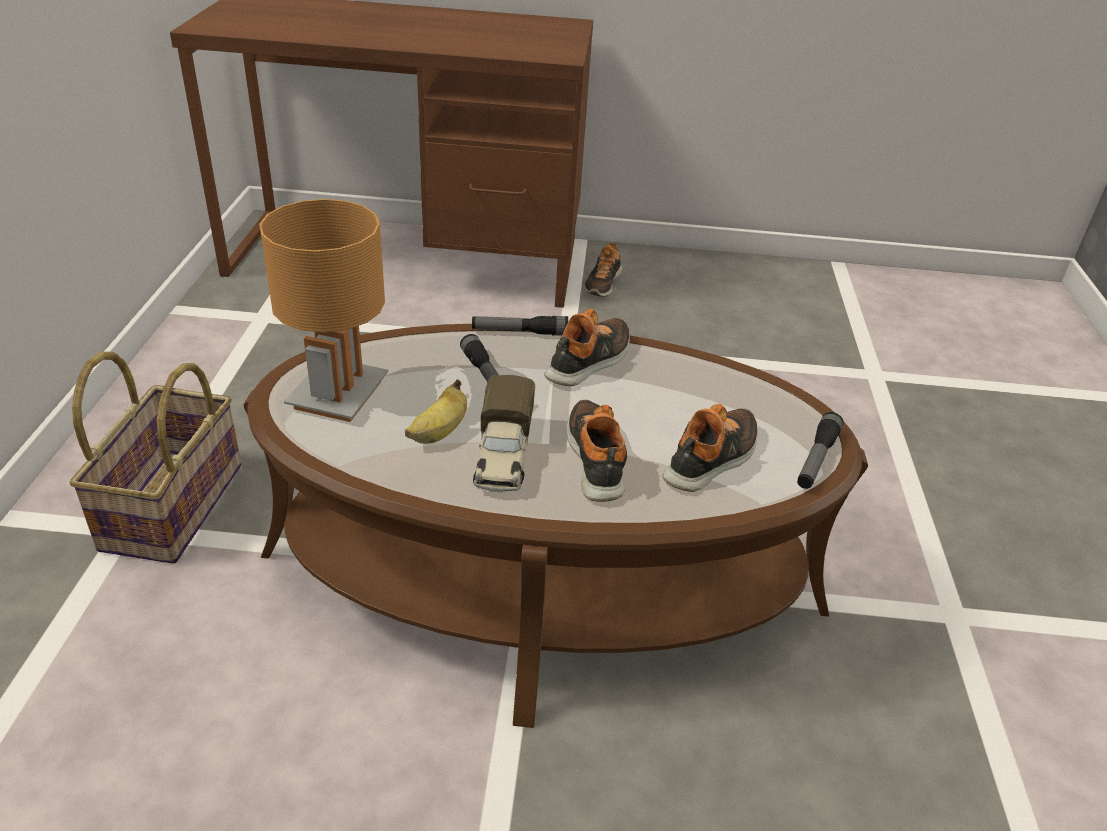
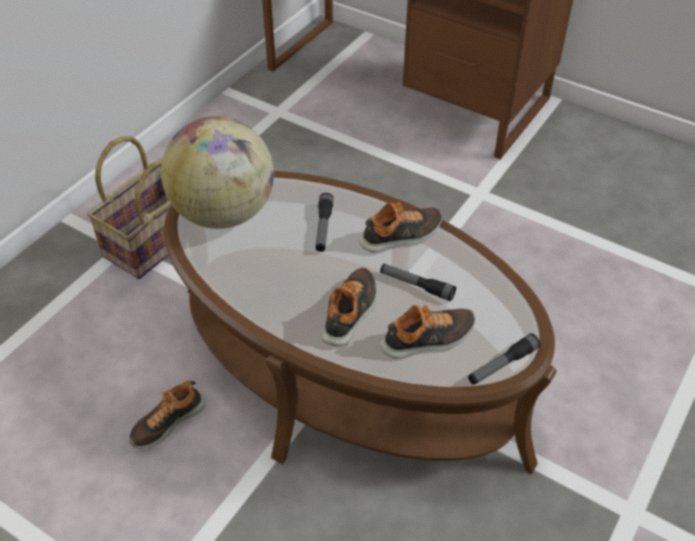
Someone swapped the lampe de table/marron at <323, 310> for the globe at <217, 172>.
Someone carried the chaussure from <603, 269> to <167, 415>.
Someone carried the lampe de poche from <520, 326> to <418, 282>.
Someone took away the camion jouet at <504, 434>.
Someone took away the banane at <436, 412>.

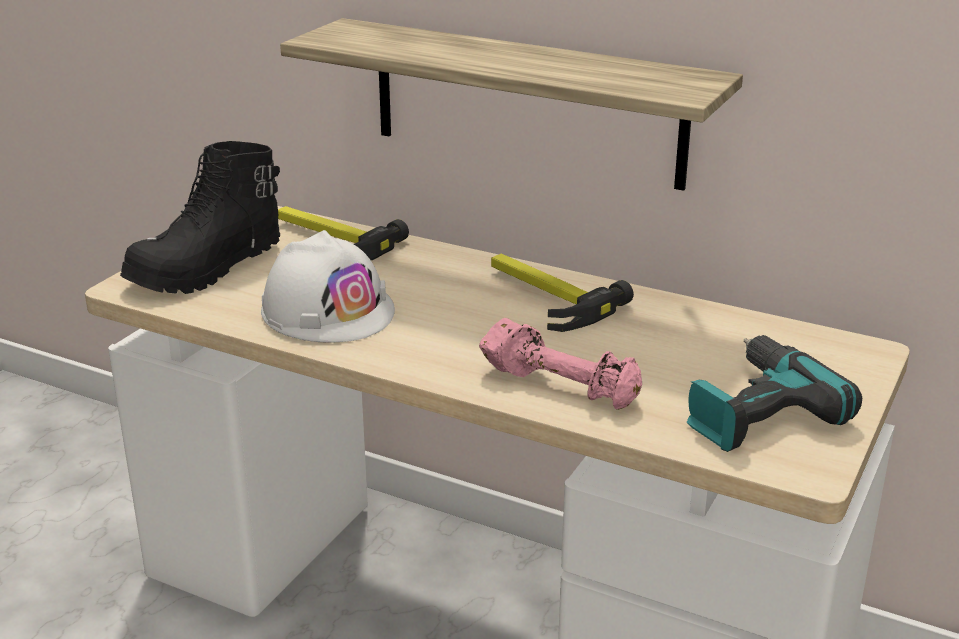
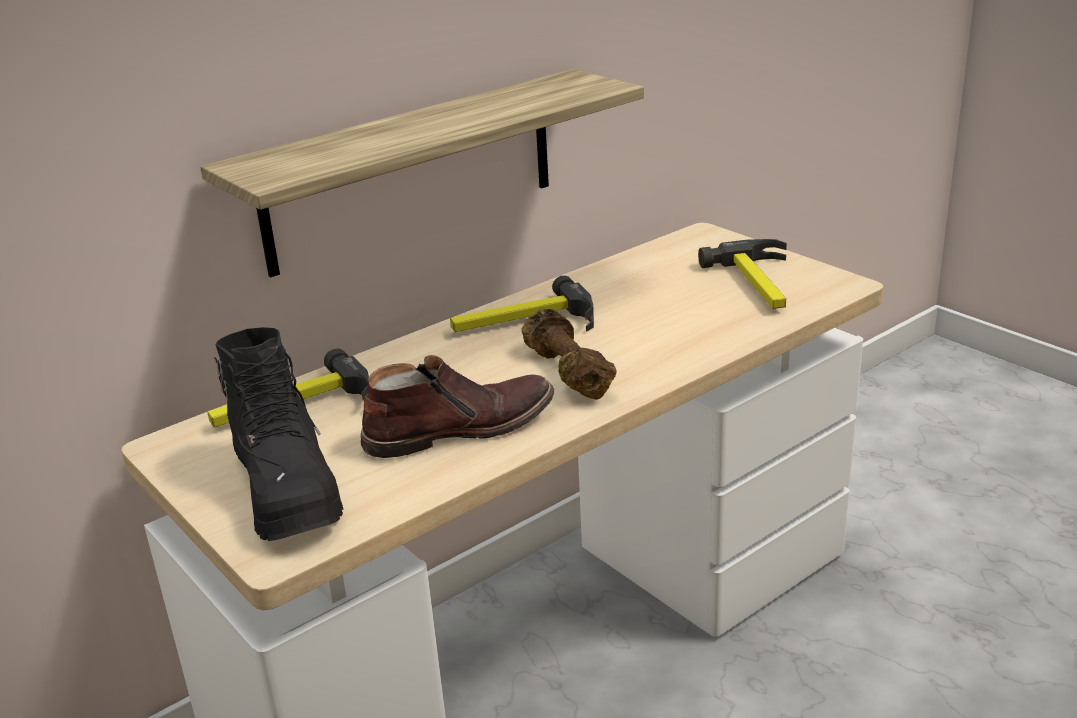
Someone swapped the casque de chantier/blanc at <328, 286> for the botte/marron at <457, 406>.
Someone took away the haltère/rose at <560, 364>.
Someone swapped the perceuse at <774, 393> for the marteau at <742, 274>.
Someone put down the haltère/marron at <569, 354>.

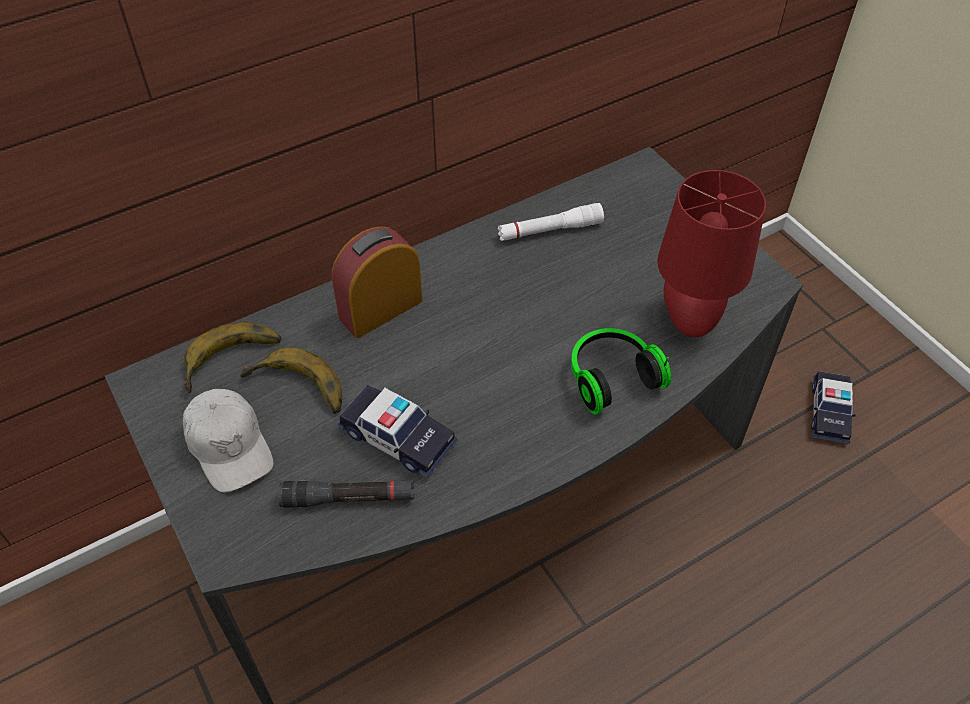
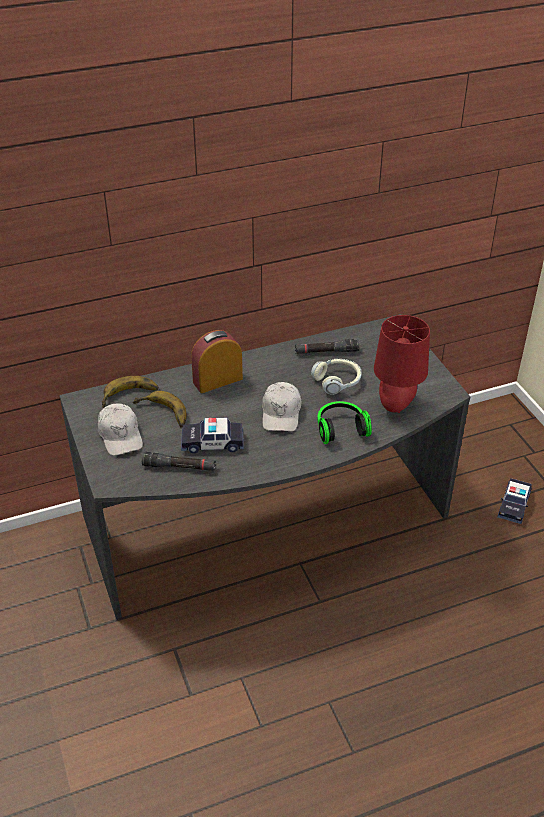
Someone repainted the lampe de poche/blanc at <551, 222>, which became the lampe de poche/noir at <327, 346>.
Someone rotated the petite voiture at <397, 431> by 135 degrees clockwise.
Someone put down the casque audio at <336, 376>.
Someone put down the casquette/blanc at <281, 407>.

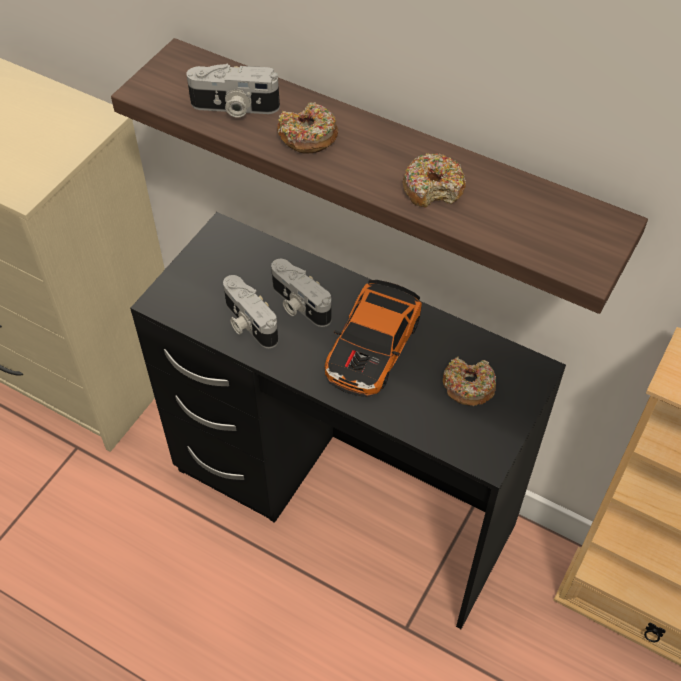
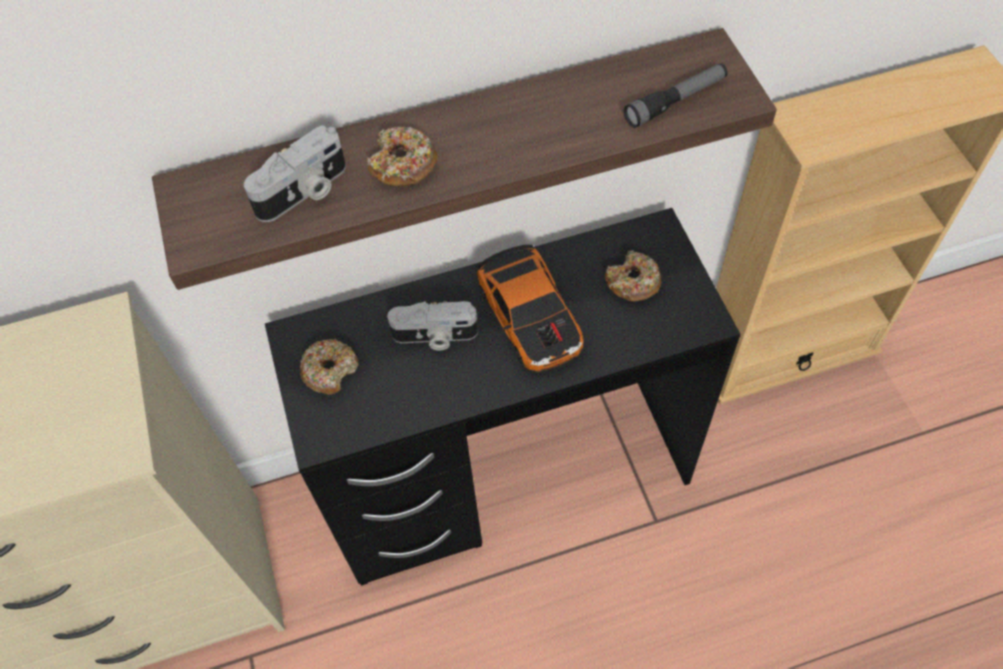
Someone carried the beignet from <434, 180> to <329, 367>.
Someone took away the appareil photo at <250, 311>.
Someone put down the lampe de poche at <676, 95>.

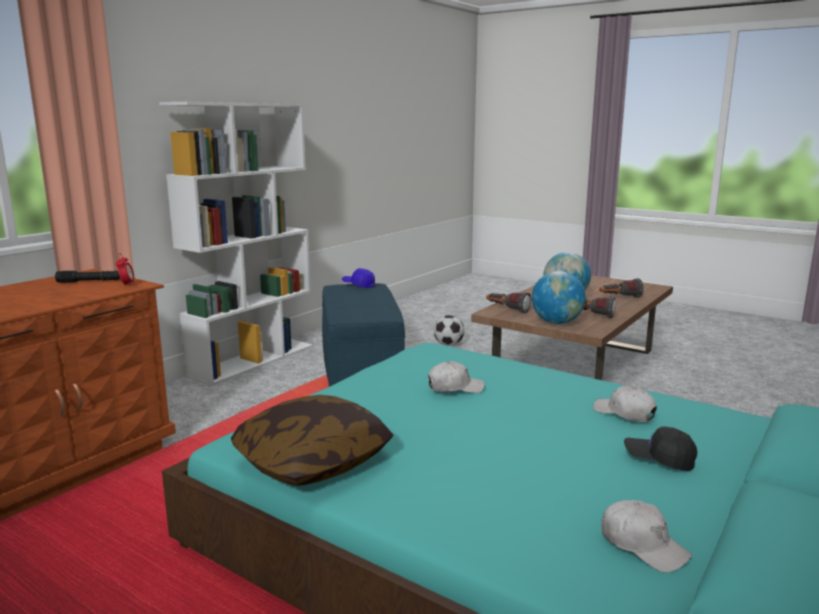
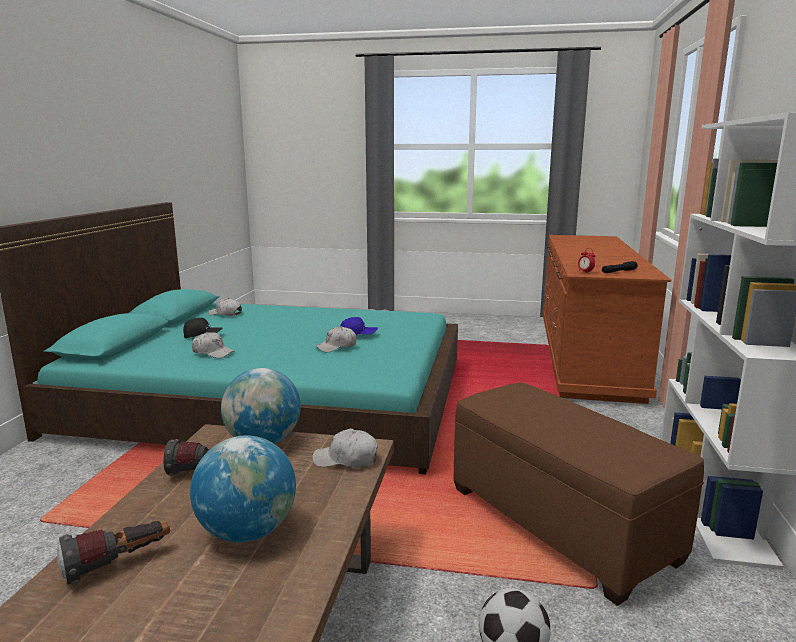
Someone carried the casquette/bleu from <358, 278> to <359, 326>.
Someone repainted the pouf/bleu at <363, 335>, which became the pouf/marron at <579, 494>.
Someone swapped the lampe de poche at <508, 302> for the casquette/blanc at <345, 448>.
Someone took away the coussin at <312, 440>.

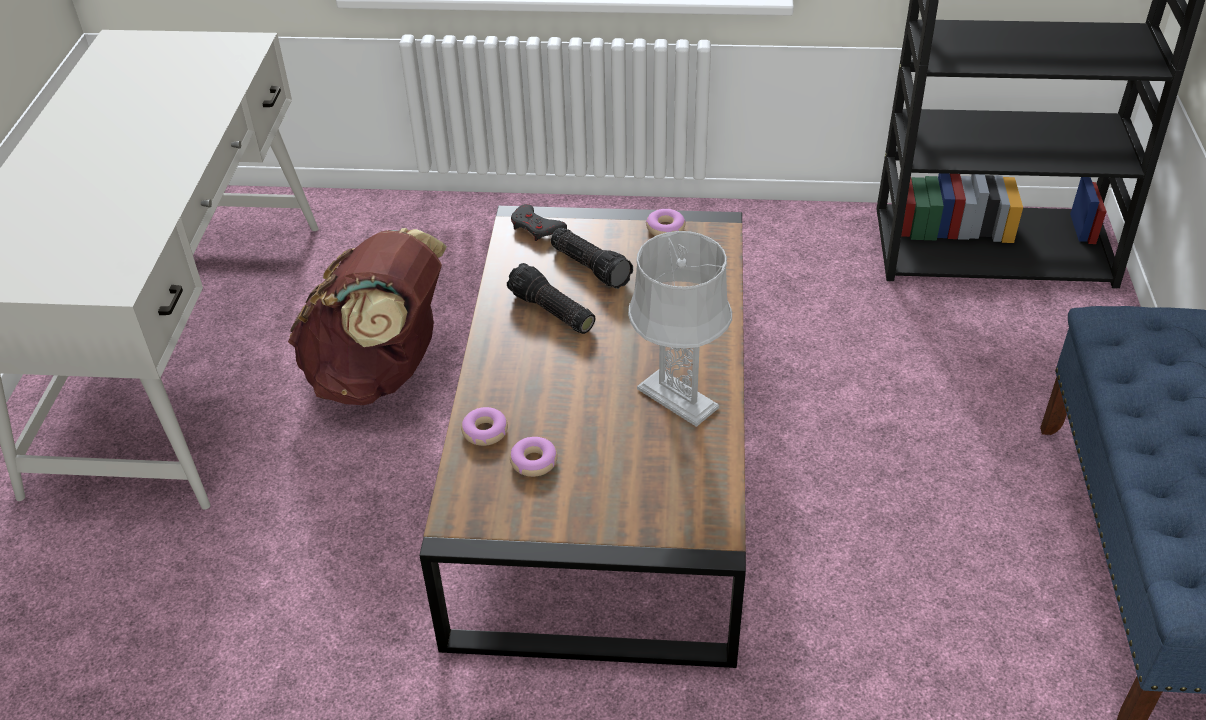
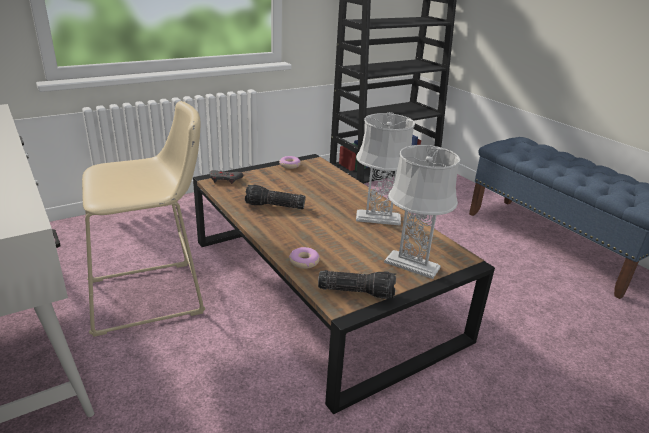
Someone swapped the sac à dos/marron at <367, 316> for the tabouret/beige at <143, 219>.
Someone carried the lampe de poche from <592, 258> to <357, 284>.
Someone took away the beignet at <534, 457>.
Someone put down the lampe de table/gris at <422, 212>.

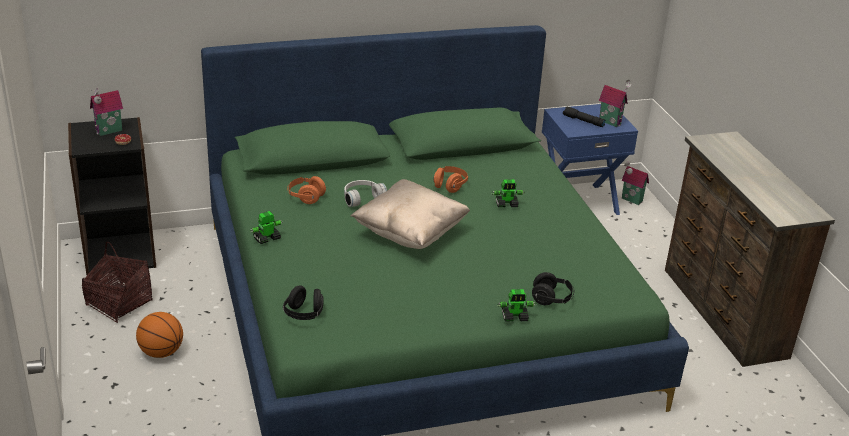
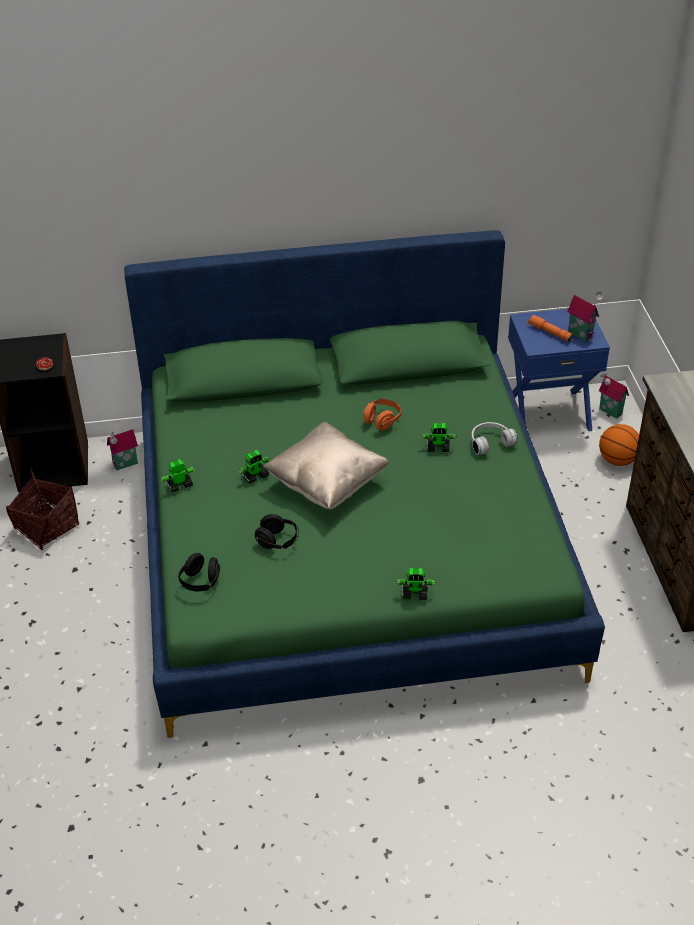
Someone carried the maison miniature from <106, 112> to <122, 449>.
Someone repainted the lampe de poche/noir at <584, 116>, which became the lampe de poche/orange at <550, 328>.
Someone took away the casque audio/orange at <307, 190>.
Someone carried the casque audio/blanc from <365, 193> to <494, 438>.
Someone carried the casque audio/noir from <553, 288> to <276, 531>.
Someone carried the ballon de basket from <159, 335> to <619, 445>.
Someone put down the robot jouet at <254, 467>.

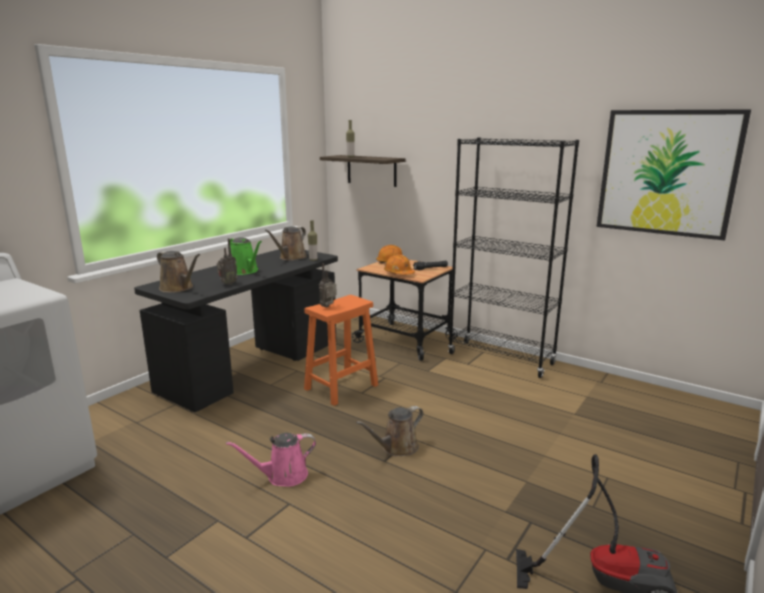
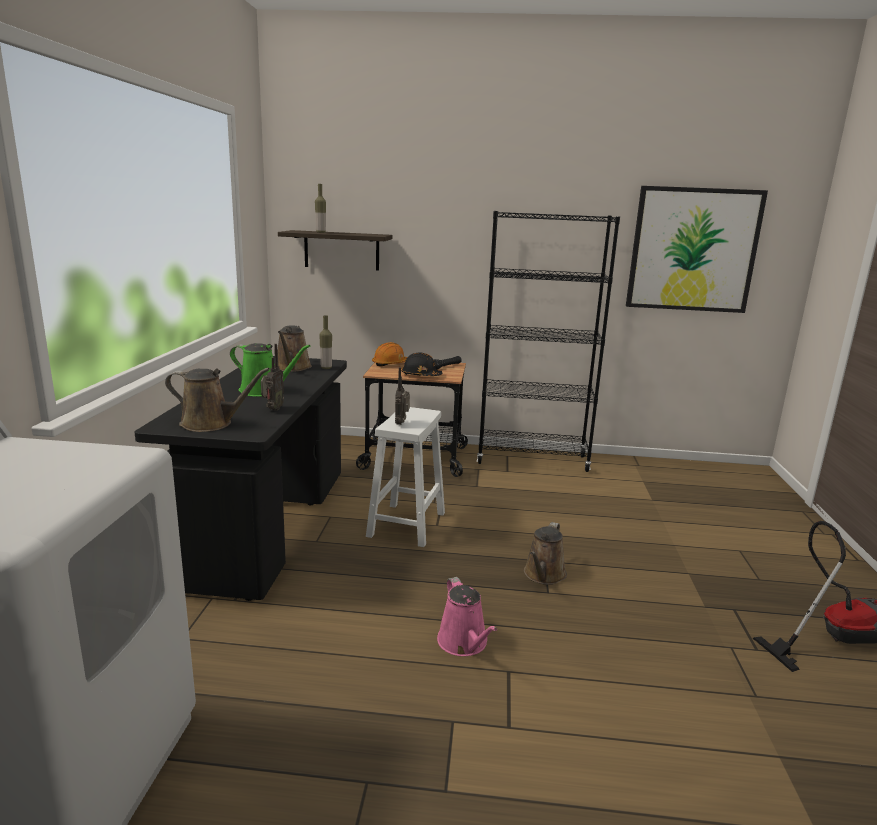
Someone repainted the casque de chantier/orange at <399, 264>, which became the casque de chantier/noir at <421, 364>.
Someone repainted the tabouret/orange at <341, 350>, which became the tabouret/blanc at <405, 477>.
Someone rotated the arrosoir/rose at <271, 460> by 60 degrees counterclockwise.

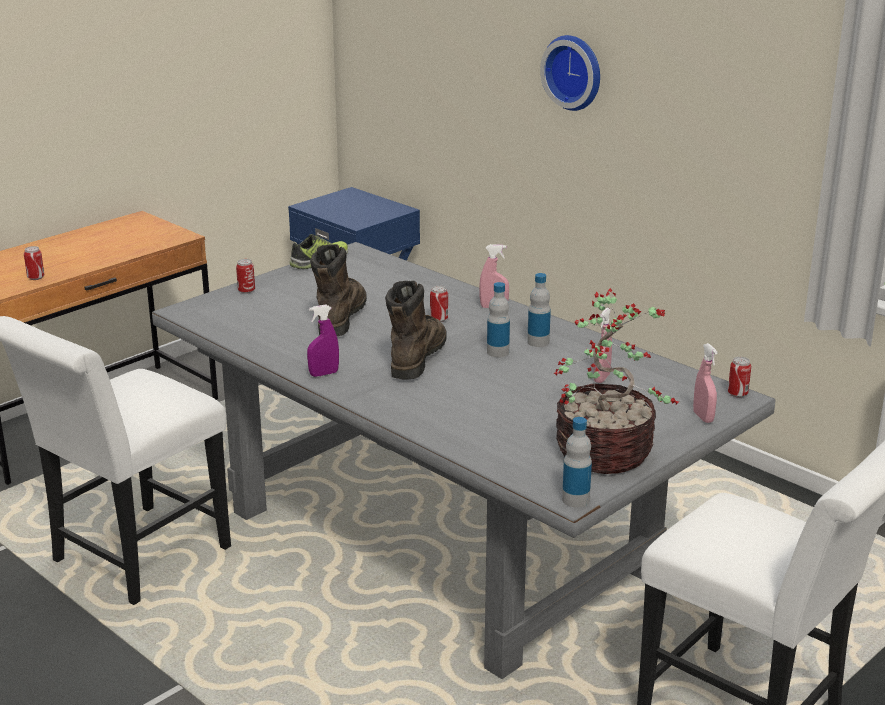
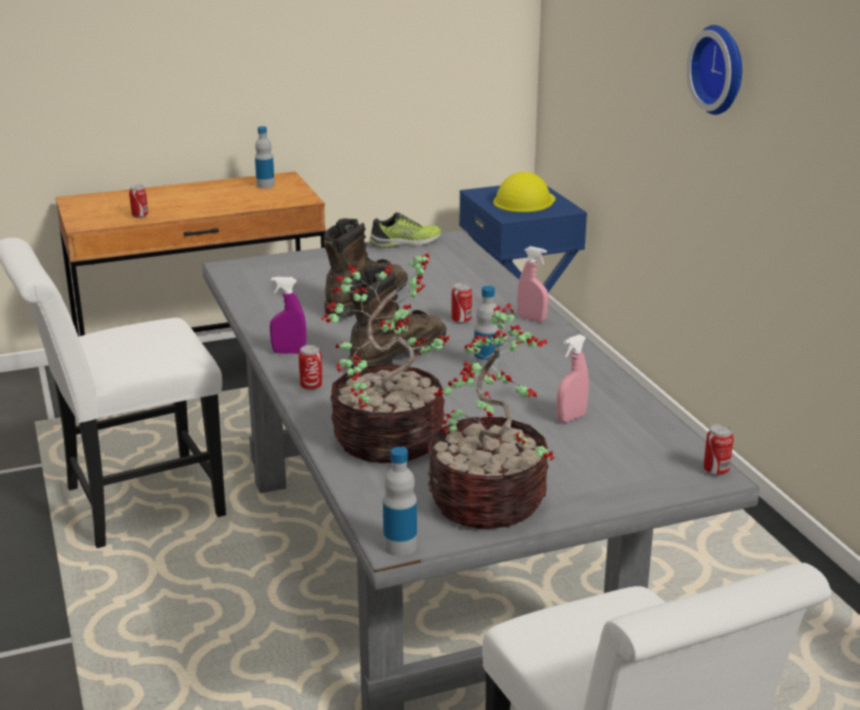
Someone carried the boîte métallique from <245, 276> to <311, 368>.
Someone carried the bouteille from <539, 310> to <265, 157>.
Someone took away the vaporisateur/rose at <705, 383>.
Someone put down the casque de chantier/jaune at <524, 192>.
Someone put down the plante en pot at <385, 358>.

